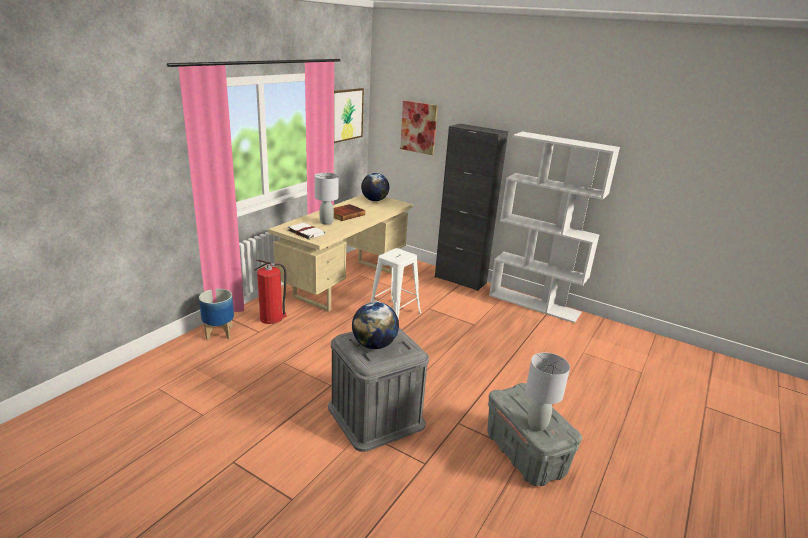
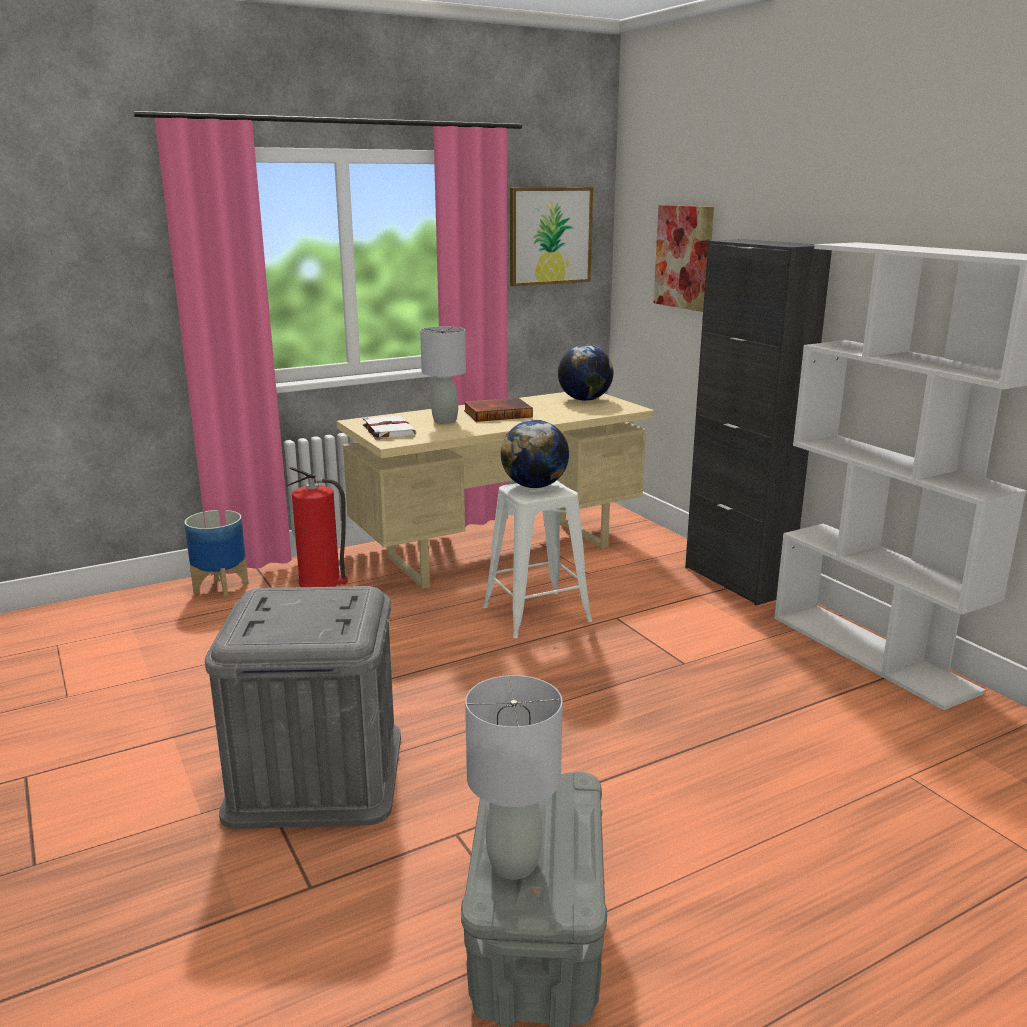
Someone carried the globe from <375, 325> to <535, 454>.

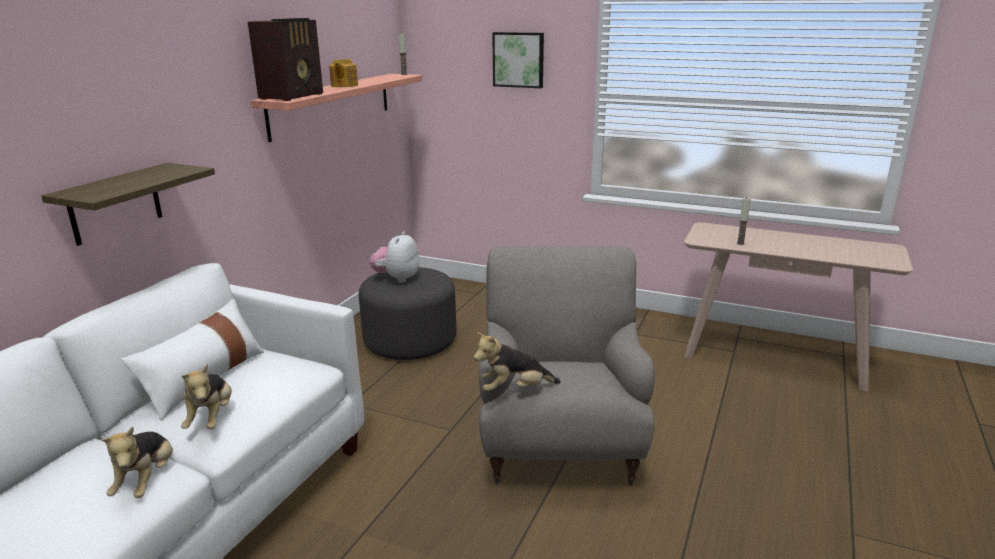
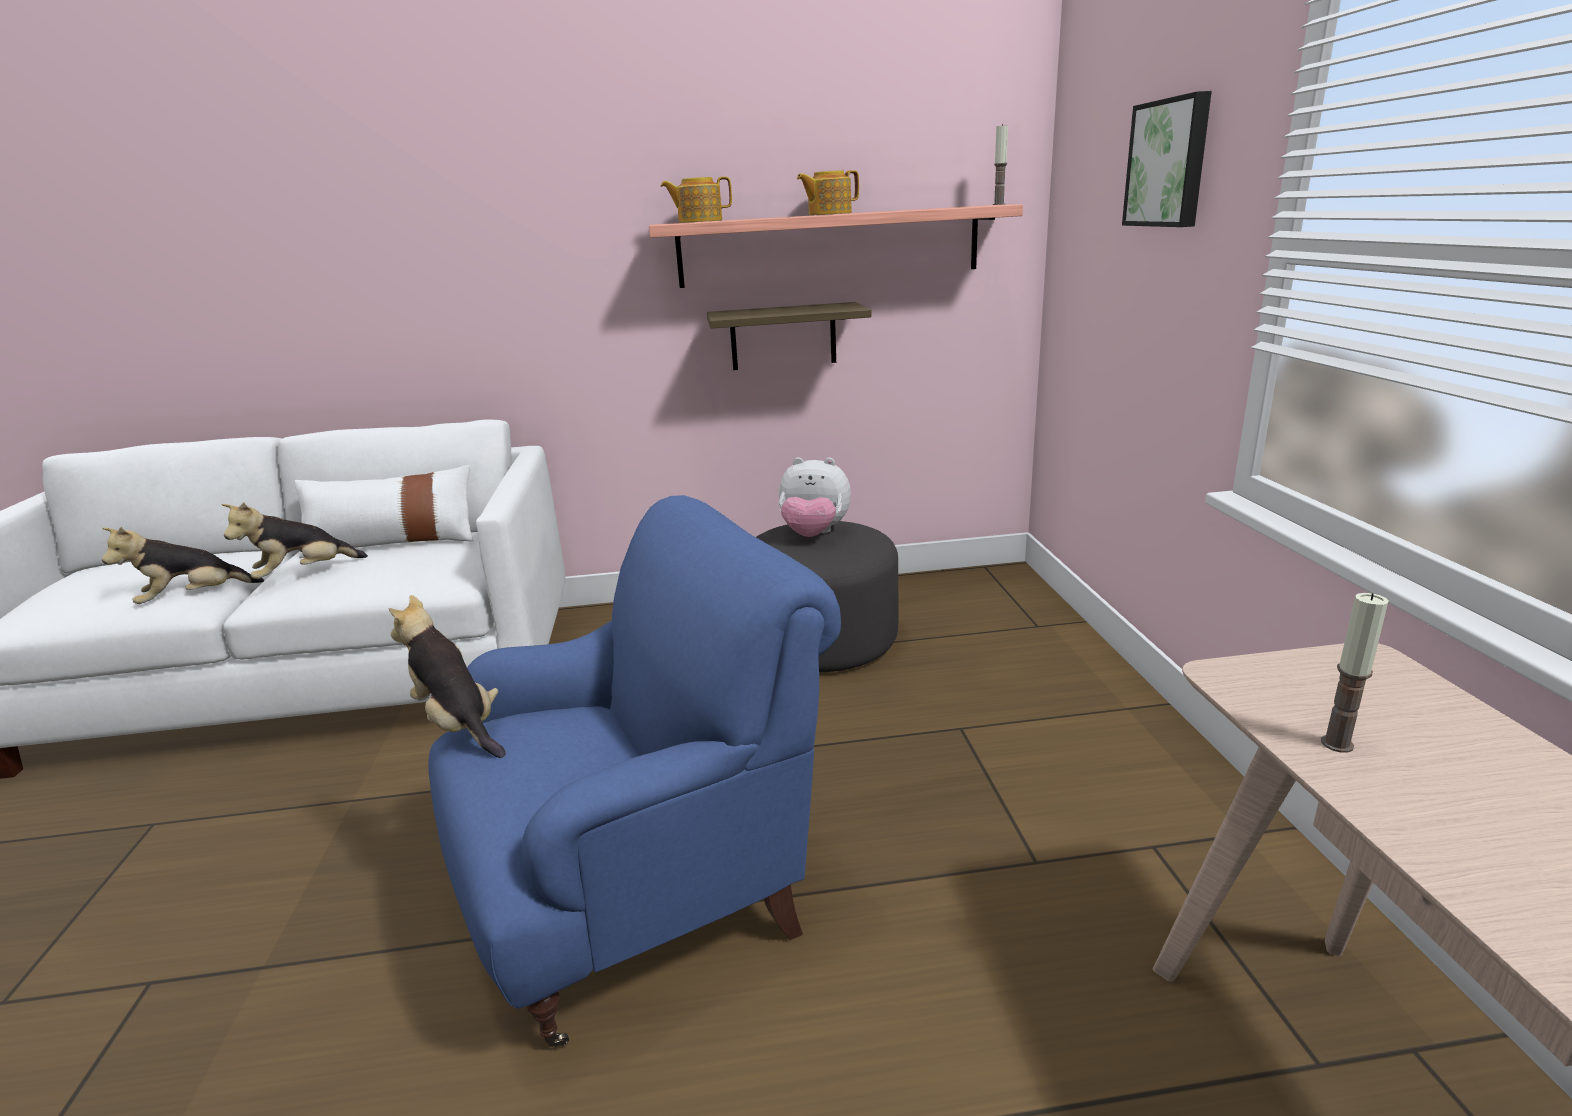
Someone swapped the radio at <285, 59> for the théière at <696, 199>.
Someone carried the étagère from <128, 204> to <789, 336>.
Someone rotated the peluche at <394, 257> by 150 degrees counterclockwise.
Someone repainted the fauteuil/gris at <567, 366>, which became the fauteuil/bleu at <634, 771>.

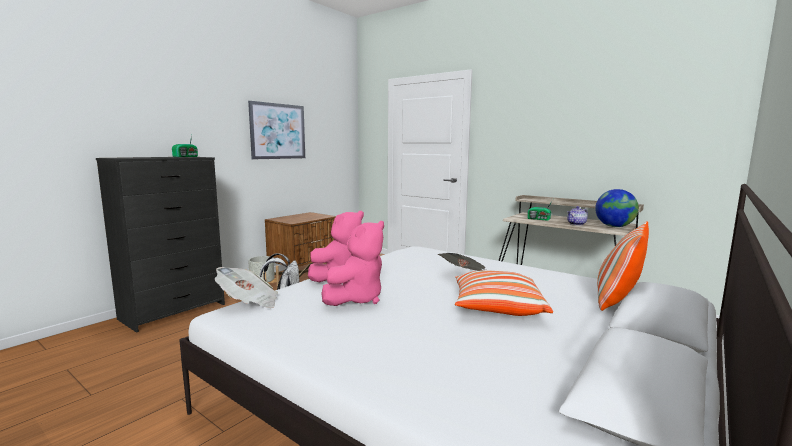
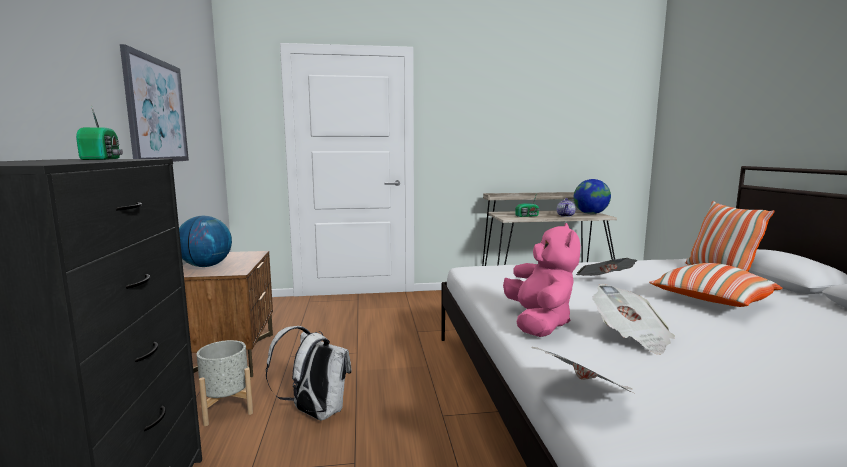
Someone swapped the peluche/rose at <352, 263> for the journal at <633, 319>.
Someone put down the globe at <205, 241>.

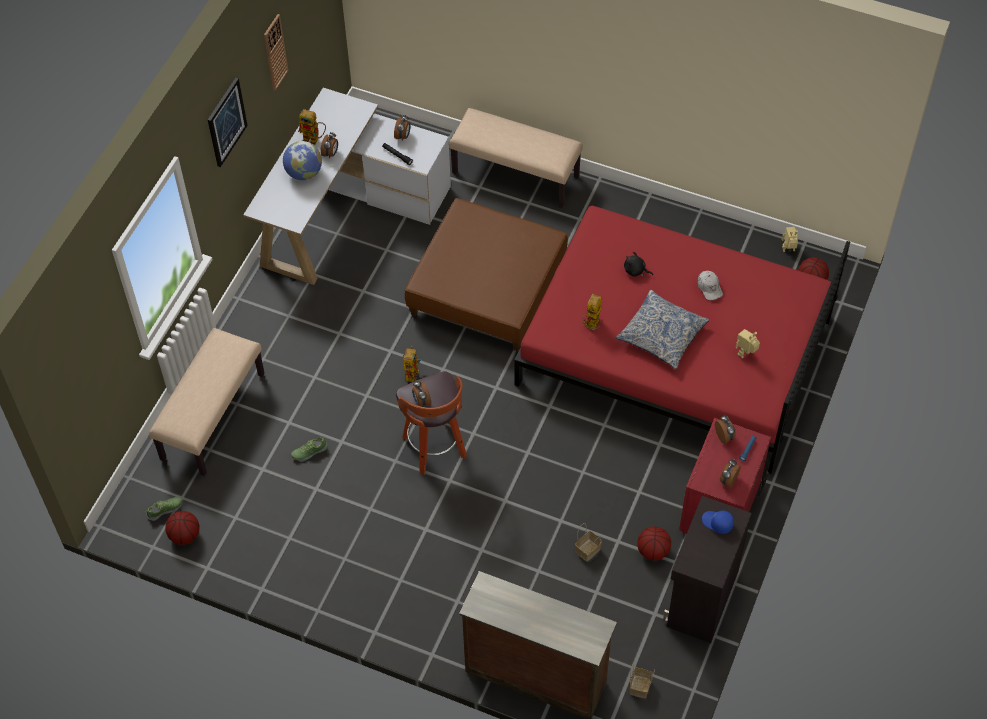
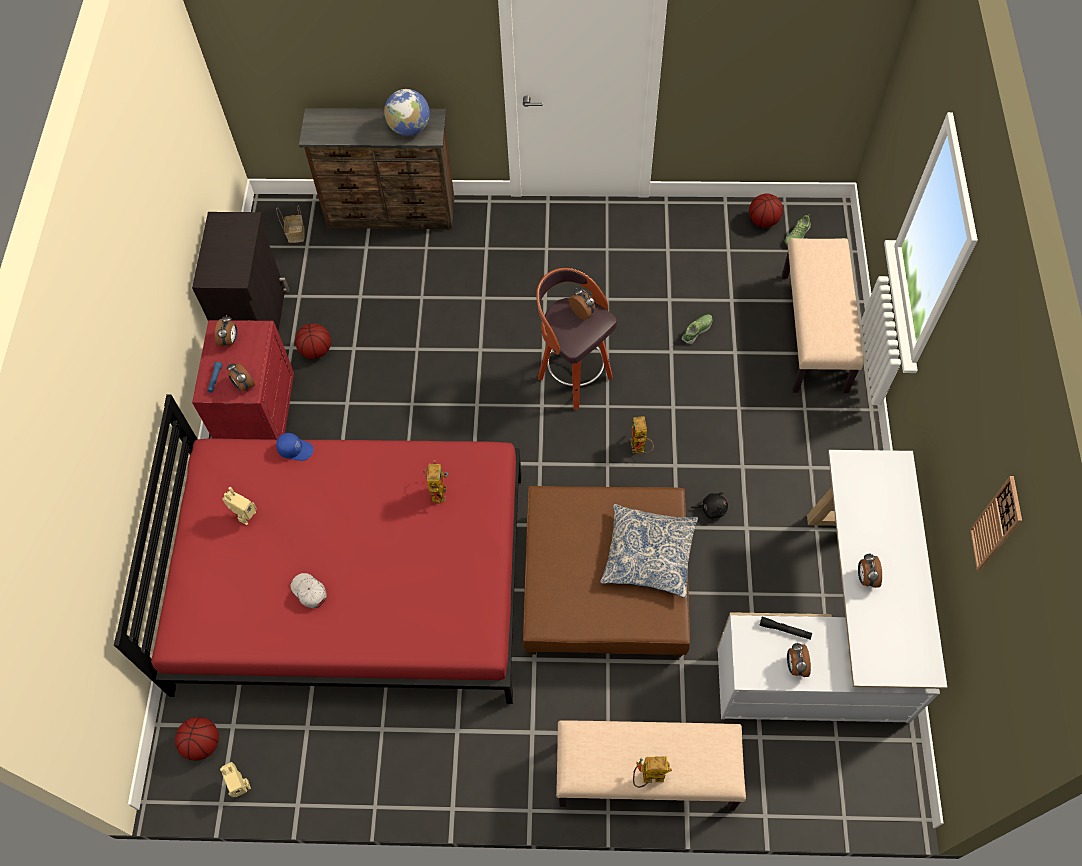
Someone took away the tableau at <228, 122>.
Someone carried the robot jouet from <312, 127> to <652, 772>.
Someone carried the globe from <302, 160> to <407, 112>.
Someone carried the peluche/noir from <638, 264> to <709, 505>.
Someone carried the coussin from <662, 329> to <649, 551>.
Someone carried the casquette/bleu from <718, 522> to <295, 447>.
Someone took away the panier at <588, 542>.

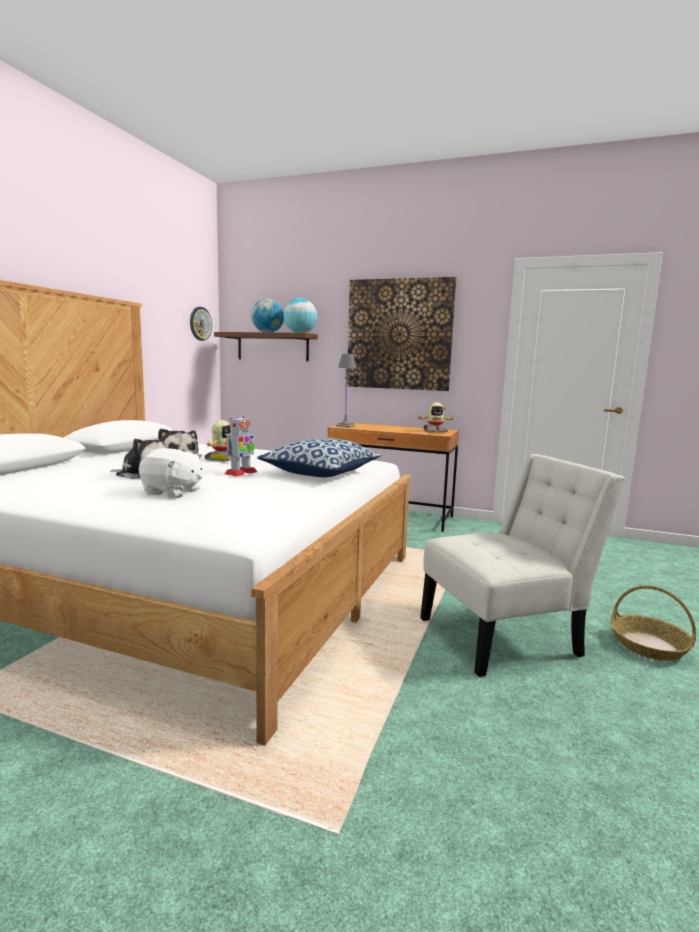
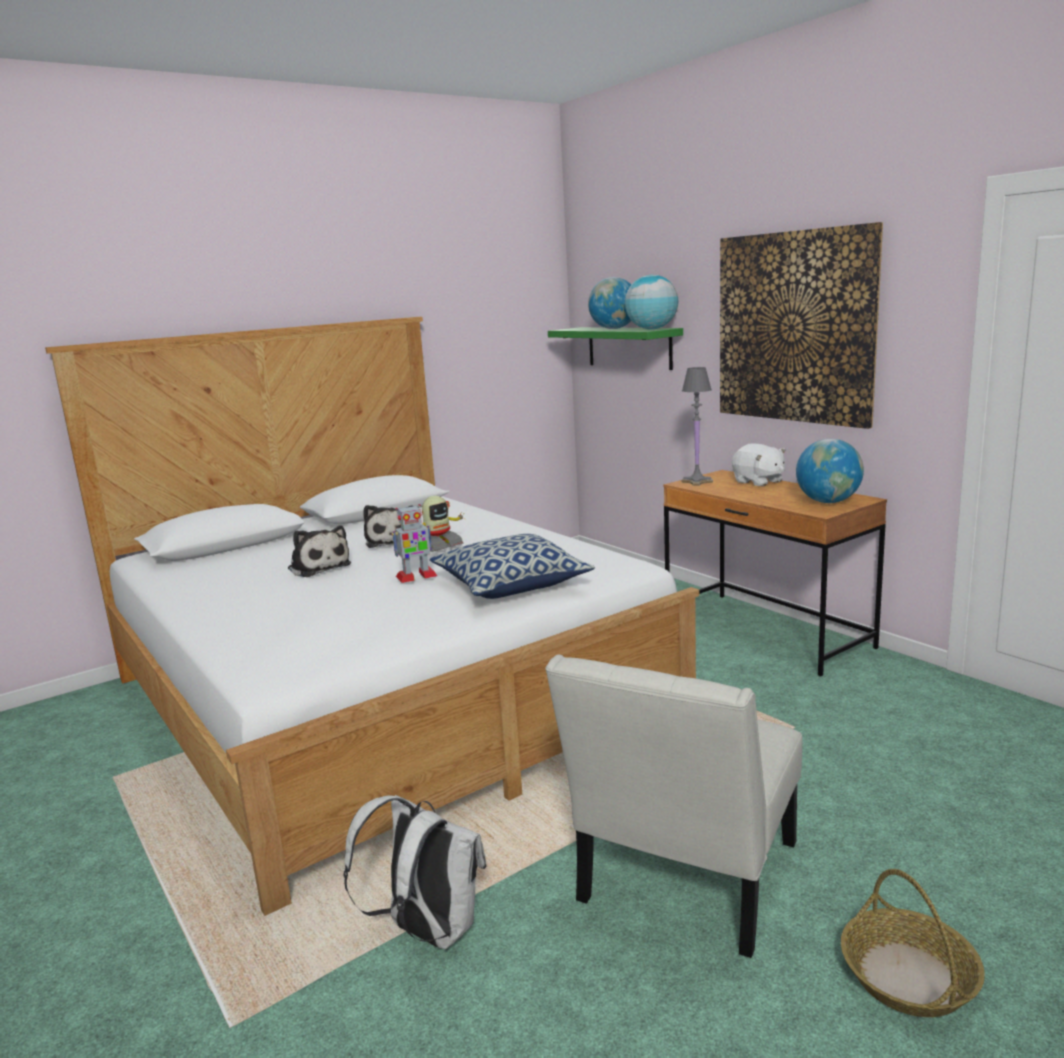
Someone took away the horloge murale at <201, 324>.
Someone repainted the étagère/marron at <266, 346>, which became the étagère/vert at <615, 348>.
Someone swapped the robot jouet at <435, 417> for the globe at <830, 471>.
Someone carried the peluche/blanc from <171, 473> to <759, 465>.
Someone rotated the chaise/blanc at <522, 565> by 105 degrees clockwise.
Someone put down the sac à dos/blanc at <415, 872>.

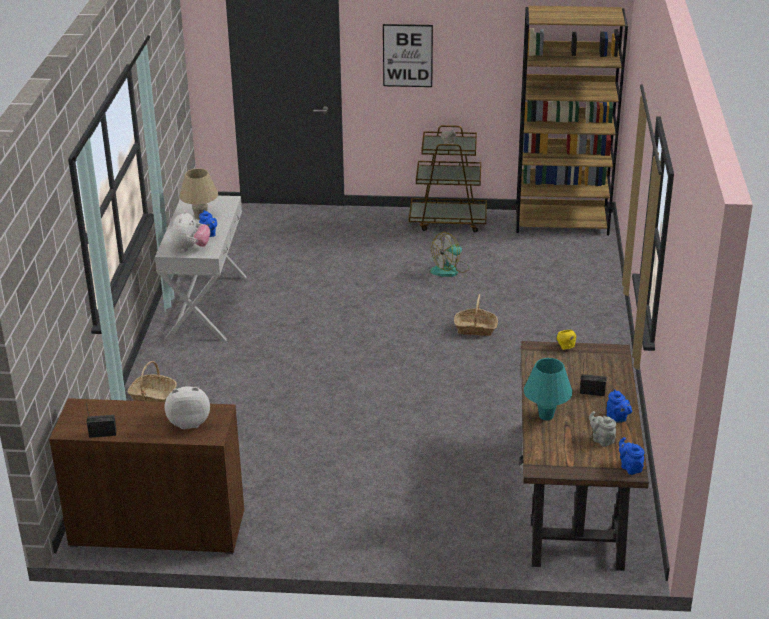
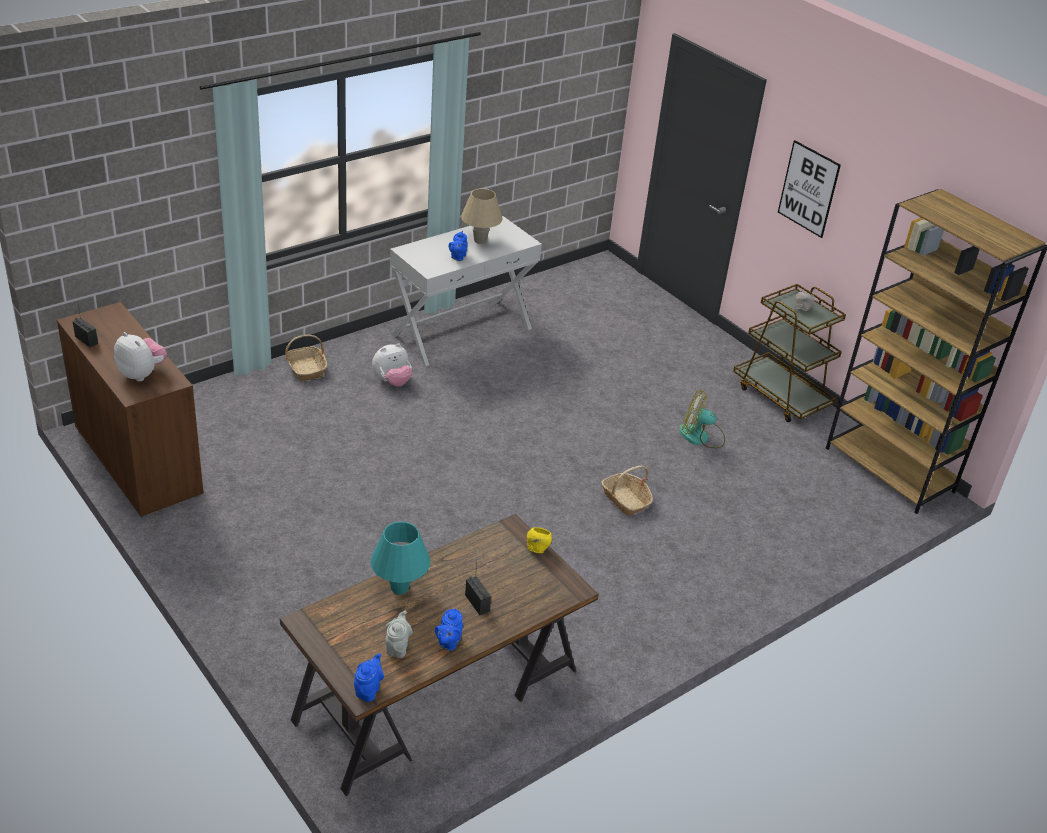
Someone carried the peluche from <190, 230> to <392, 364>.

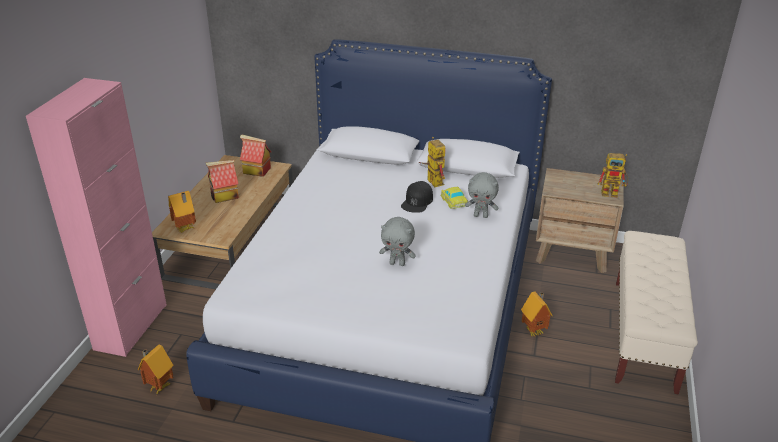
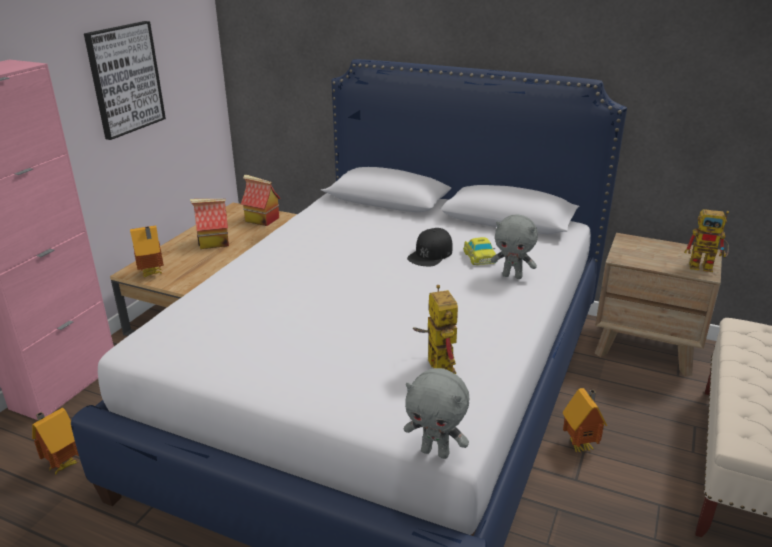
Someone carried the robot jouet from <432, 162> to <435, 329>.
Someone carried the peluche/gris from <397, 241> to <436, 413>.
Someone put up the tableau at <125, 80>.

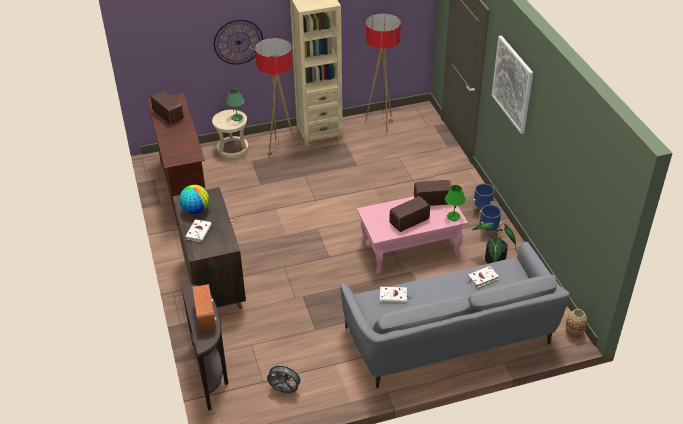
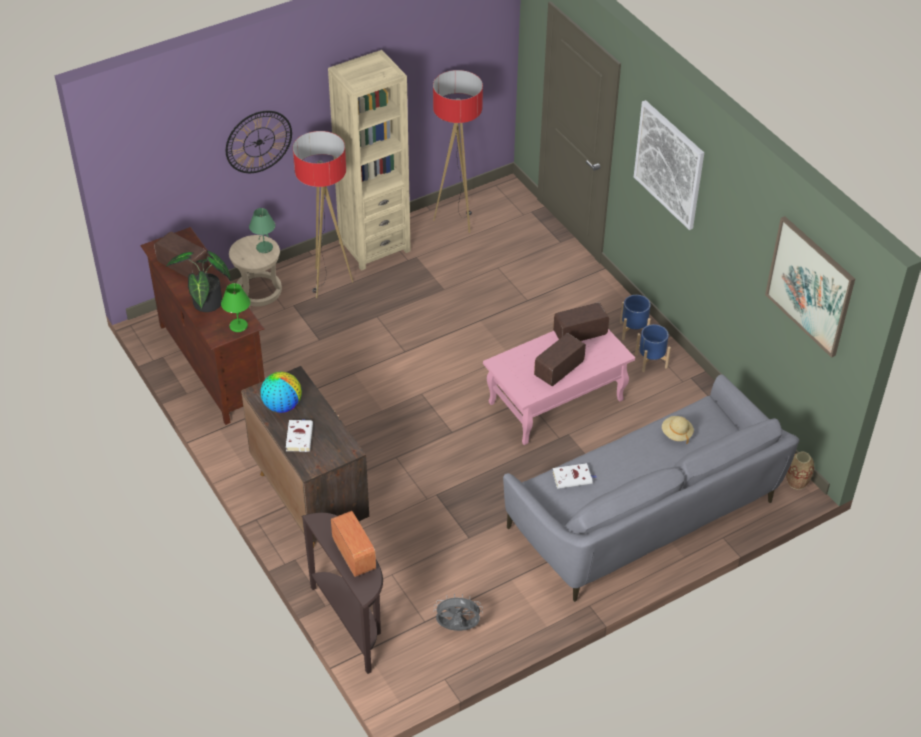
Someone carried the lampe de table/vert from <455, 203> to <235, 307>.
Someone carried the plante en pot from <494, 243> to <198, 281>.
Someone swapped the livre/blanc at <483, 277> for the chapeau/beige at <678, 430>.
Someone put up the tableau at <810, 287>.

